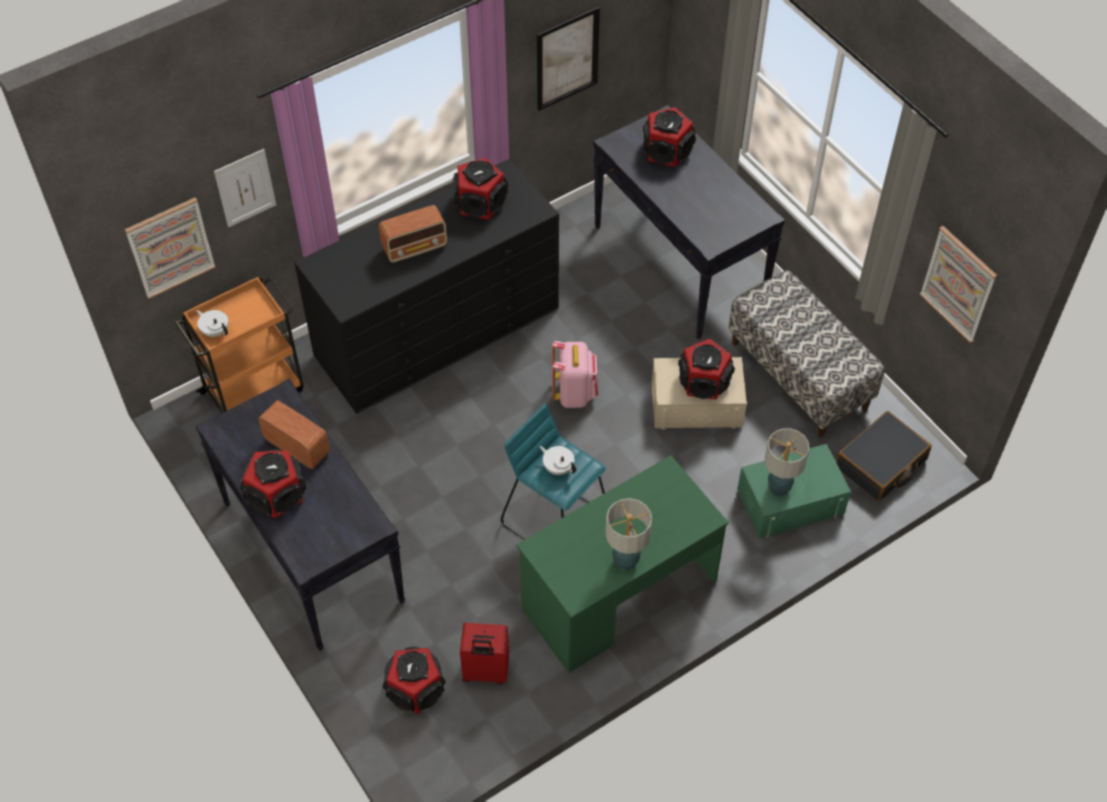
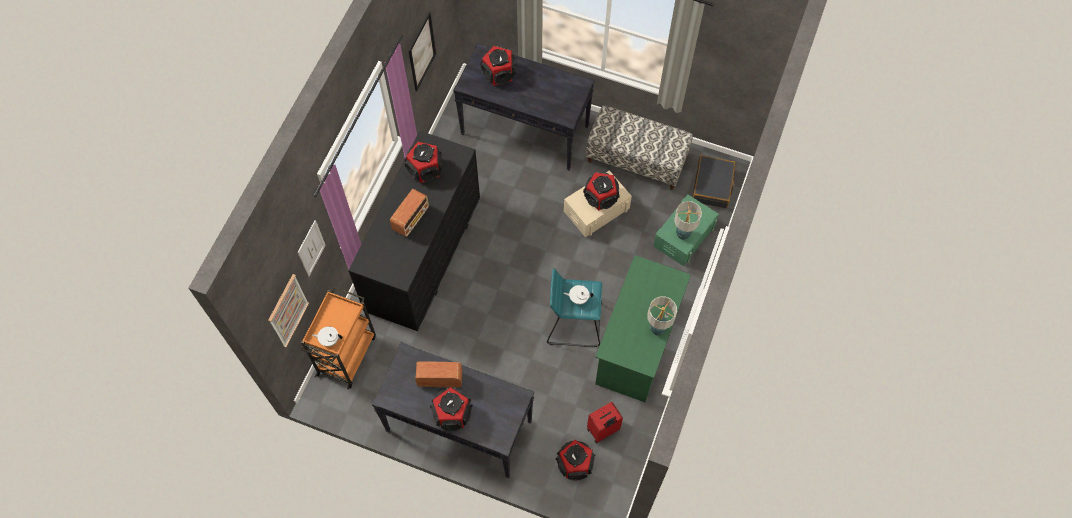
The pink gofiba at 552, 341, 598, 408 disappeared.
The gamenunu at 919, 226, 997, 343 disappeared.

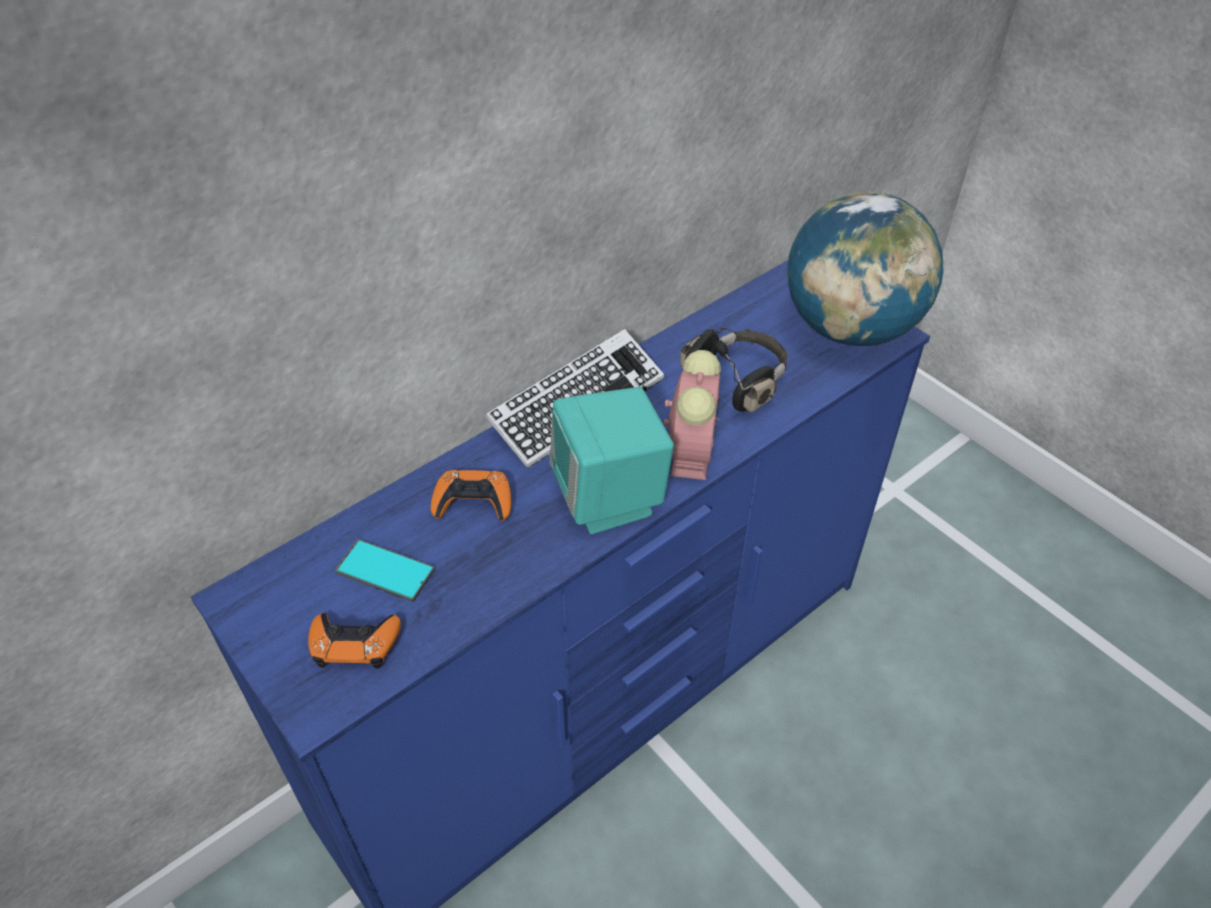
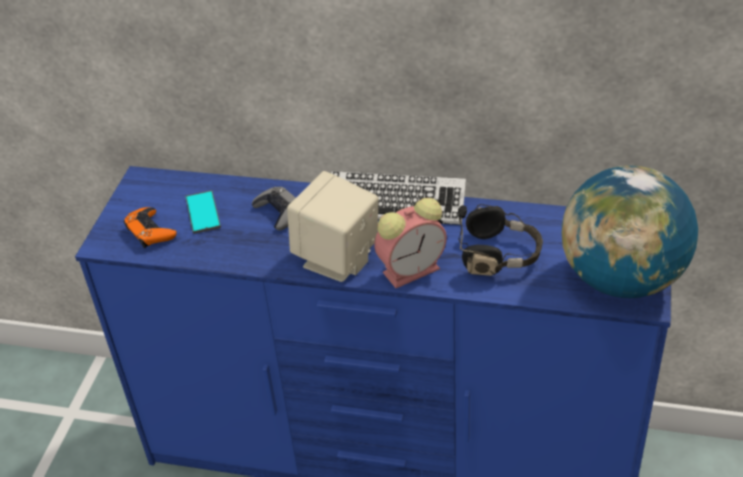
The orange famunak at 431, 470, 511, 521 became the grey famunak at 252, 187, 295, 231.
The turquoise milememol at 549, 387, 674, 534 became the beige milememol at 287, 171, 378, 282.

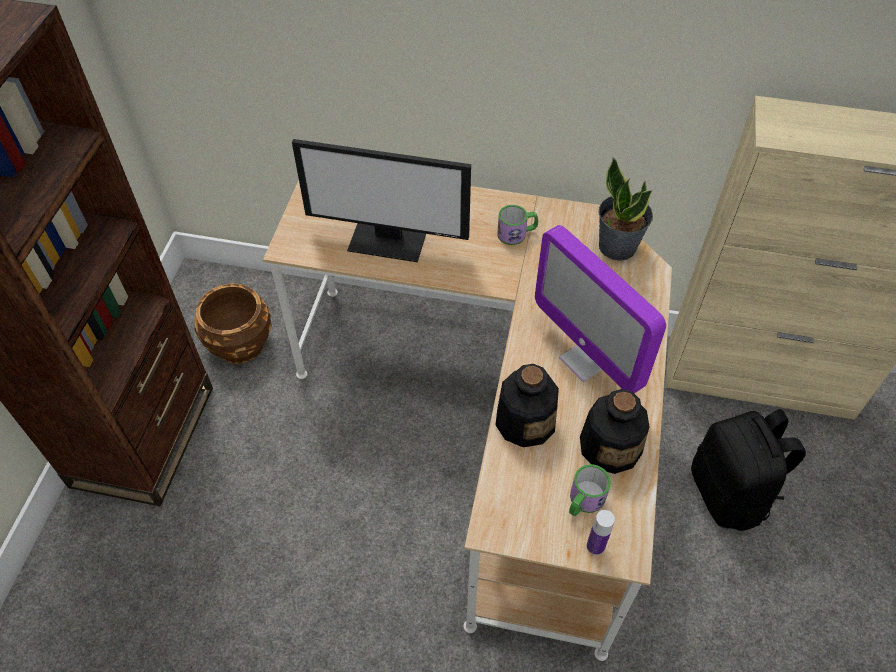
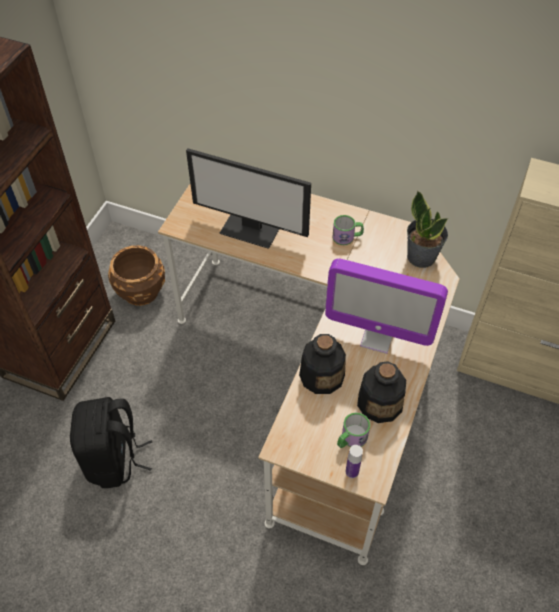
The black gofiba moved from 691, 409, 806, 531 to 70, 397, 152, 488.
The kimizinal at 535, 225, 666, 394 turned 45 degrees counterclockwise.

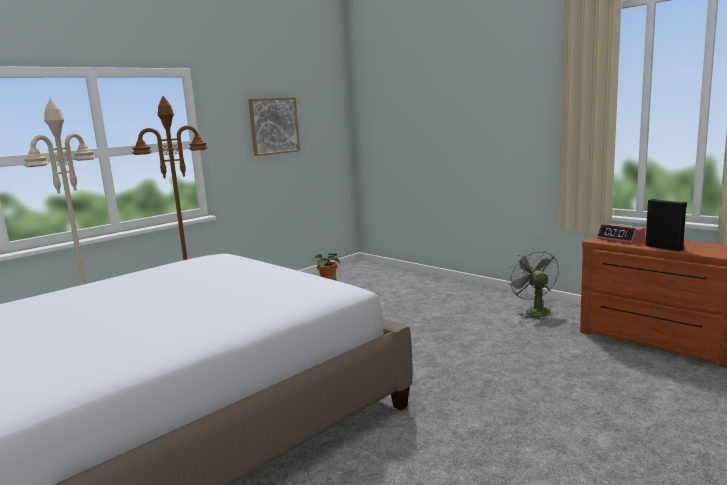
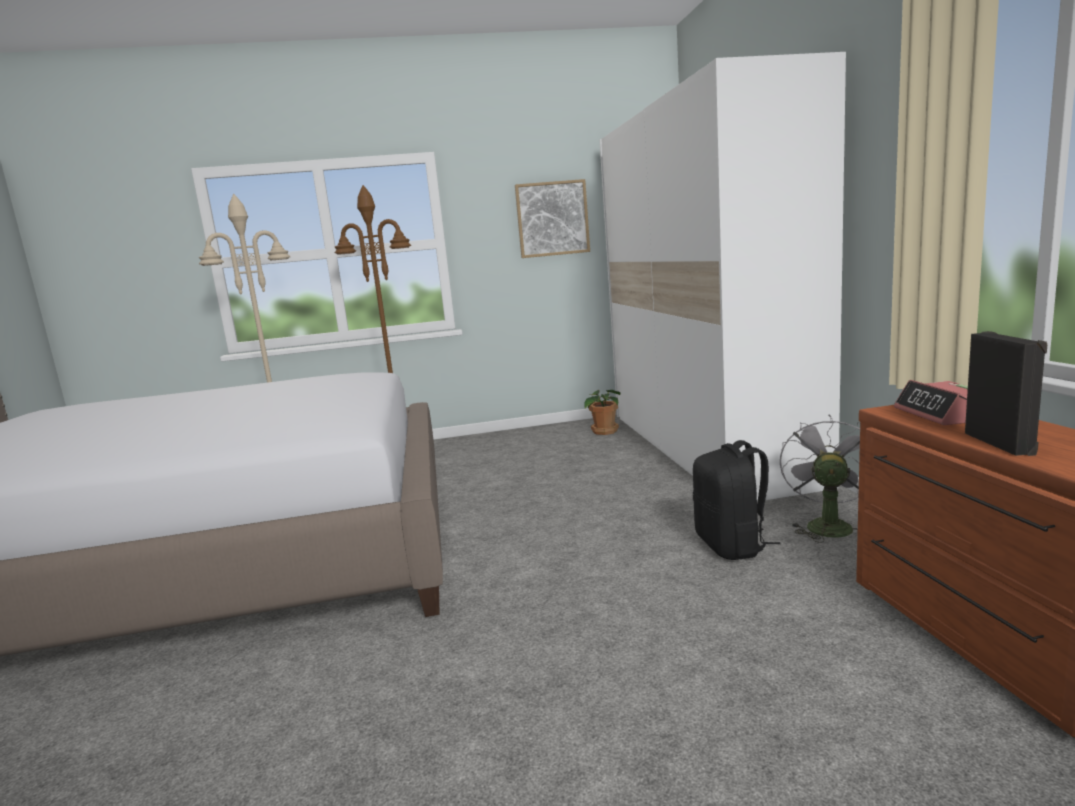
The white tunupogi at 599, 52, 846, 501 appeared.
The black gofiba at 693, 440, 780, 560 appeared.

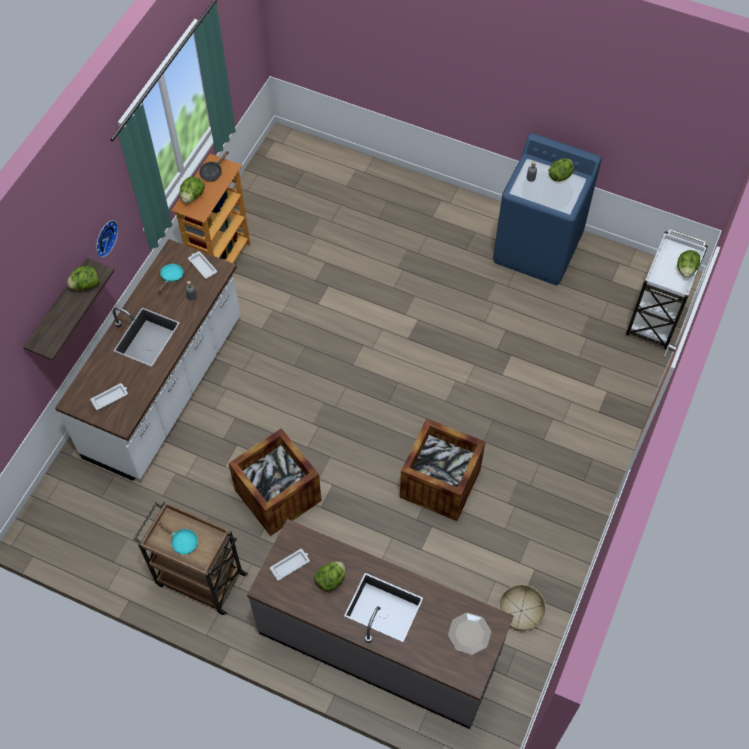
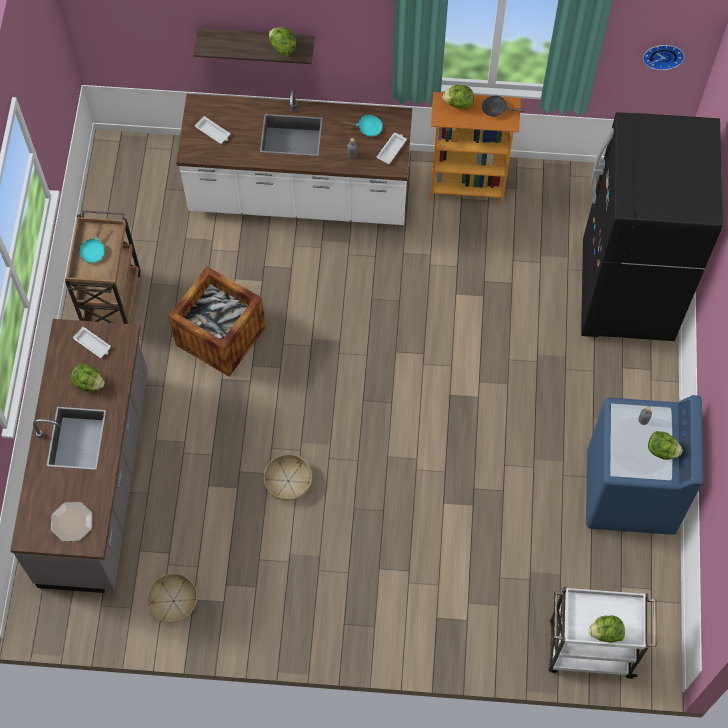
The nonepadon at 400, 418, 486, 521 was replaced by the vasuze at 264, 454, 312, 500.
The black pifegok at 581, 112, 723, 341 appeared.
The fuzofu moved from 96, 220, 118, 257 to 643, 45, 685, 70.

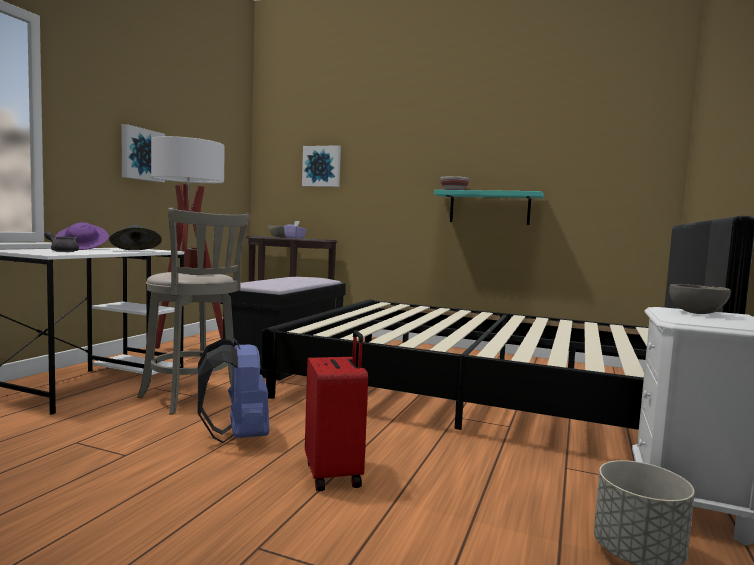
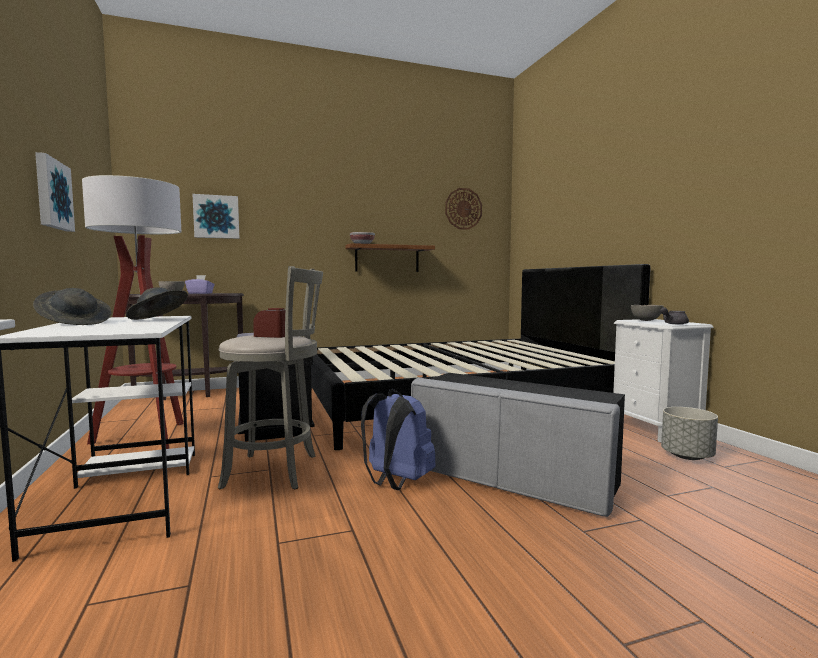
The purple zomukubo at 55, 223, 109, 250 became the grey zomukubo at 33, 288, 111, 325.
The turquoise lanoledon at 434, 190, 544, 225 became the brown lanoledon at 345, 243, 435, 272.
The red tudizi at 305, 330, 368, 491 was replaced by the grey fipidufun at 411, 373, 625, 517.
The fuzofu at 445, 188, 482, 230 appeared.
The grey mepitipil moved from 44, 231, 79, 252 to 660, 307, 689, 325.

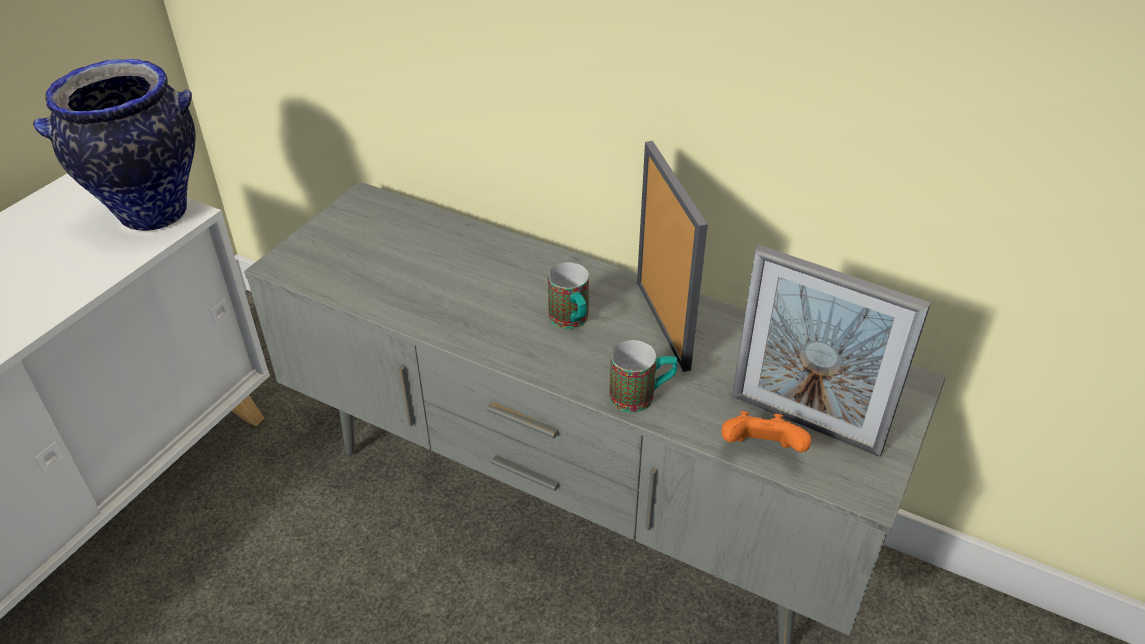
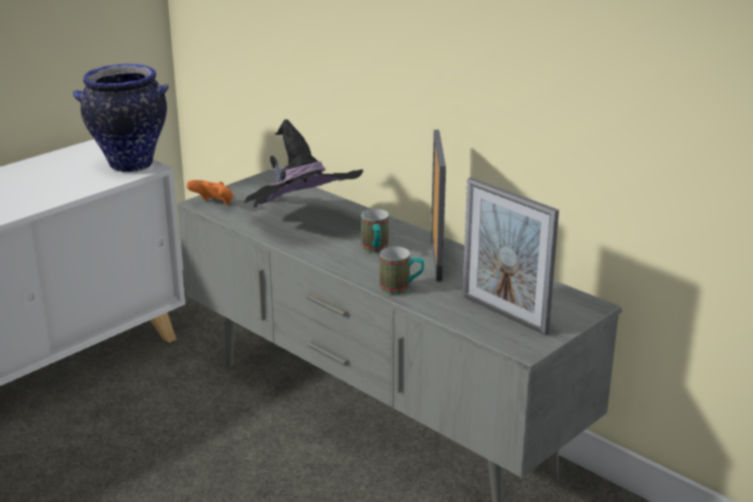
The orange famunak moved from 721, 411, 811, 452 to 186, 180, 233, 204.
The black zomukubo at 244, 120, 363, 207 appeared.

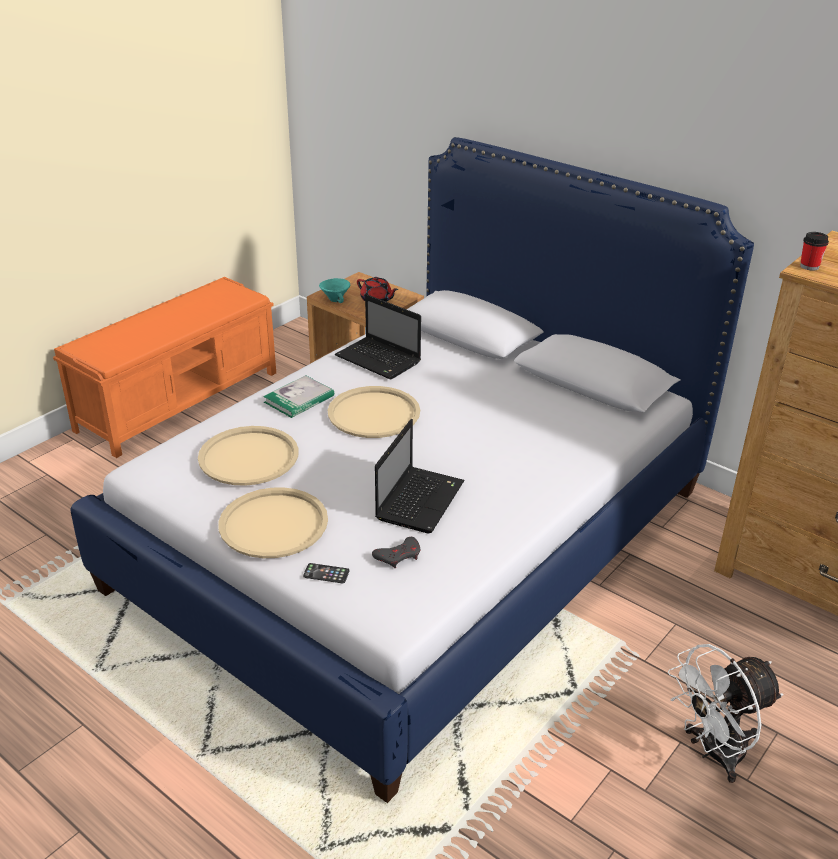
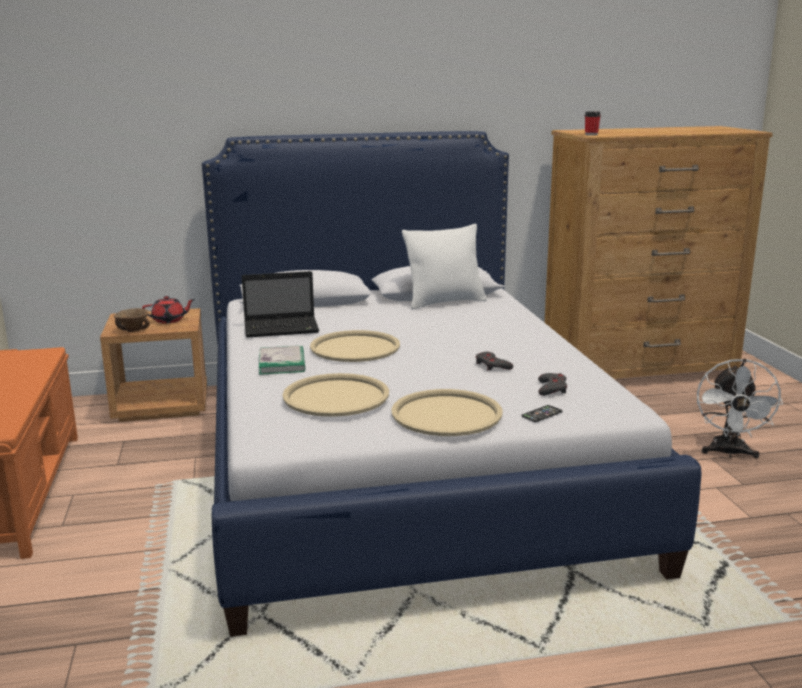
The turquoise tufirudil at 319, 278, 350, 303 became the brown tufirudil at 114, 308, 150, 332.
The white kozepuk at 402, 224, 487, 310 appeared.
The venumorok at 375, 419, 465, 533 was replaced by the grey famunak at 476, 352, 513, 370.

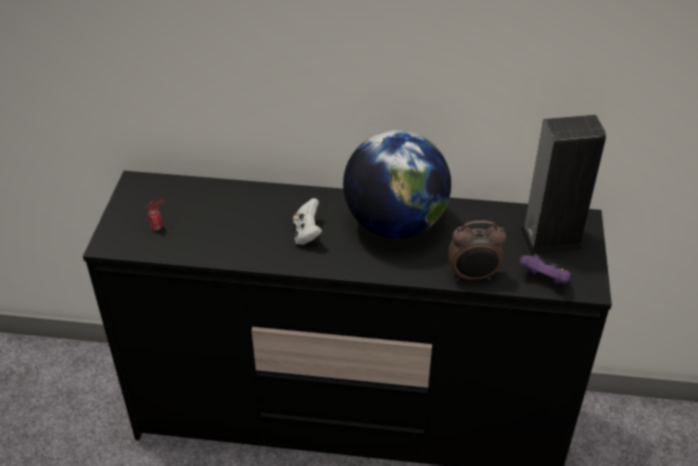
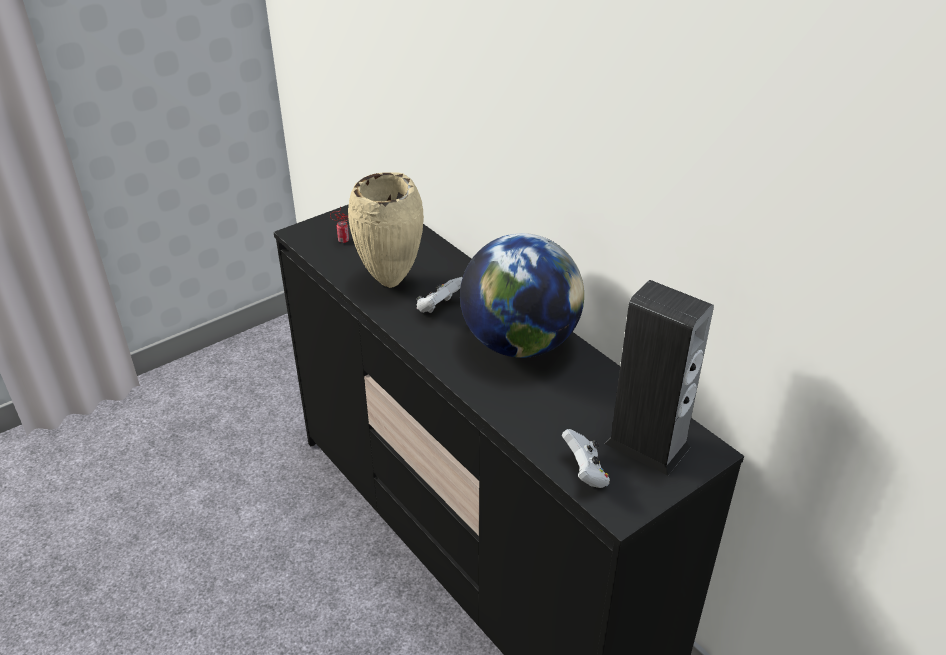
The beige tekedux at 348, 172, 424, 288 appeared.
The purple famunak at 519, 254, 571, 285 became the white famunak at 562, 429, 610, 488.
The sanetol at 448, 221, 506, 281 disappeared.

